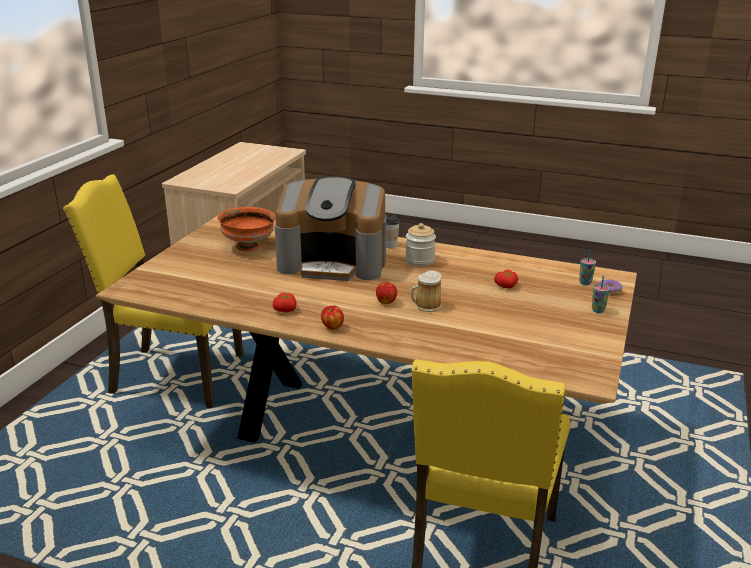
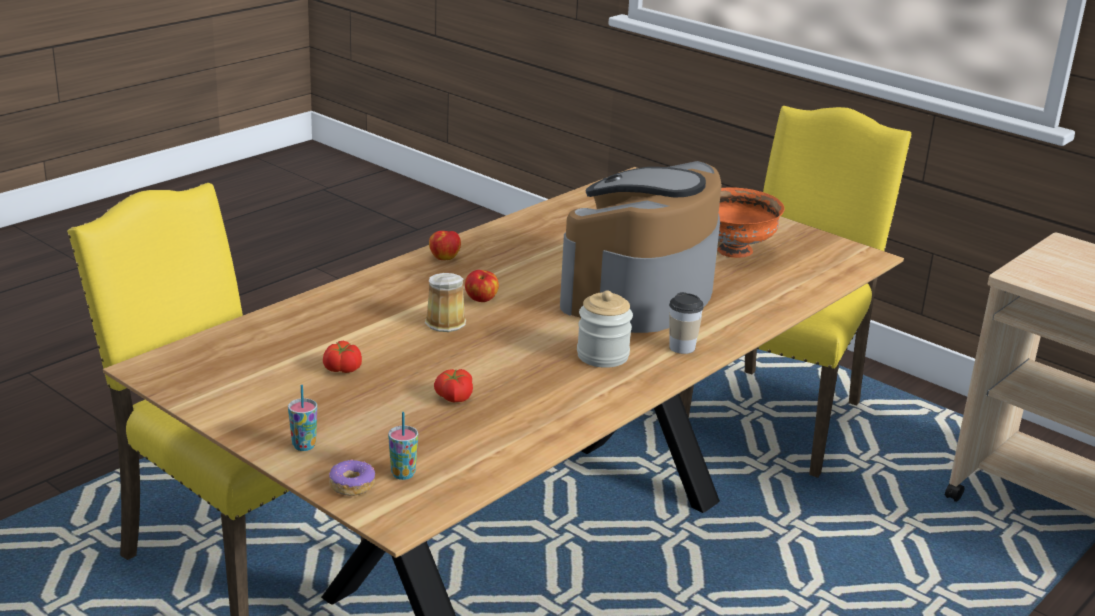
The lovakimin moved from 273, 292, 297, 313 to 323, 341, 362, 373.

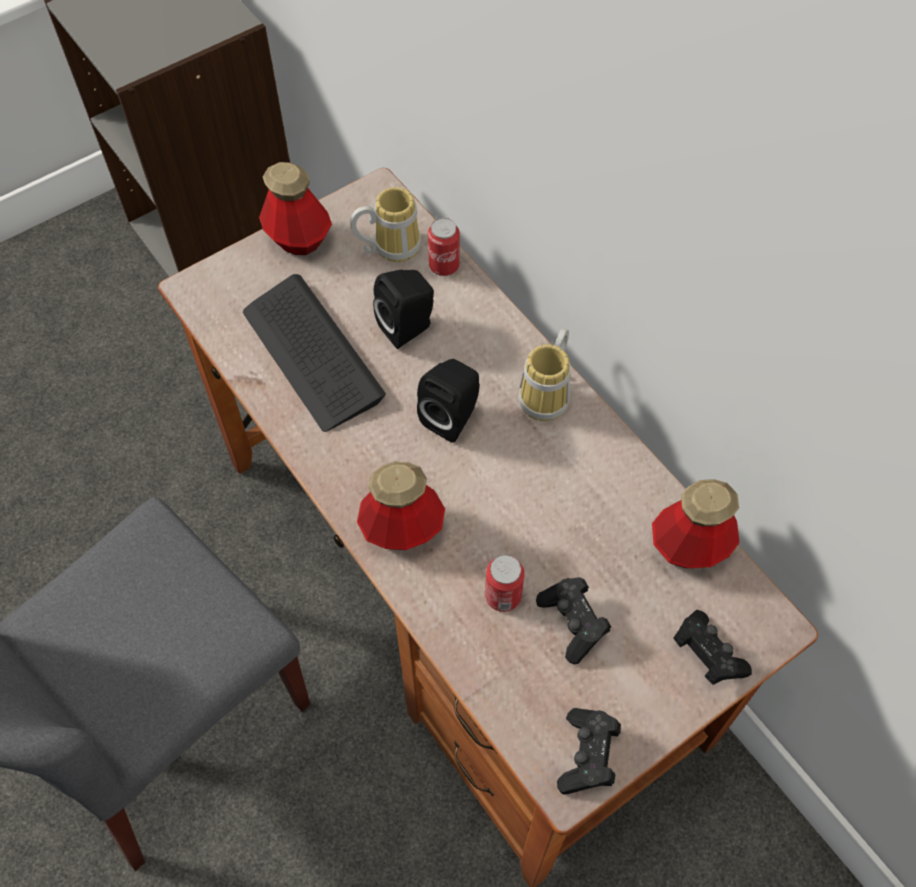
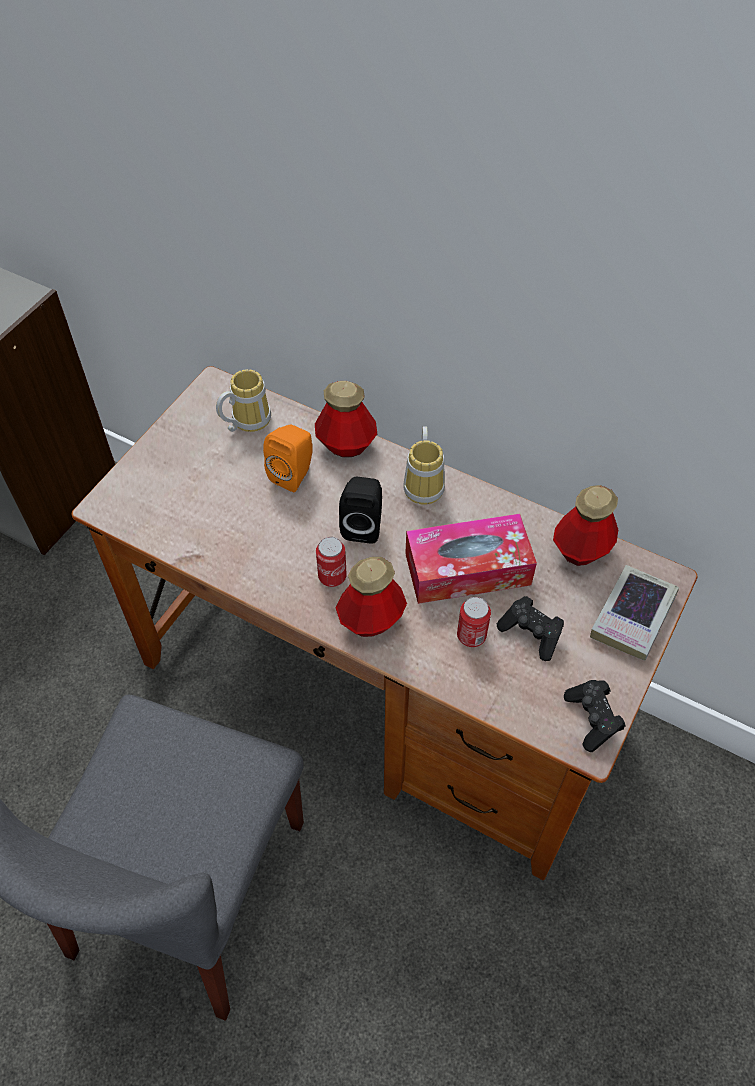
The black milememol at 373, 270, 434, 349 became the orange milememol at 263, 425, 313, 492.
The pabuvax moved from 259, 162, 332, 255 to 315, 381, 377, 457.
The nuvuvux moved from 428, 218, 460, 276 to 316, 537, 347, 587.
The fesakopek at 405, 514, 537, 604 appeared.
The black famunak at 674, 610, 752, 685 was replaced by the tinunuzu at 590, 565, 679, 661.
The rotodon at 243, 274, 386, 432 disappeared.

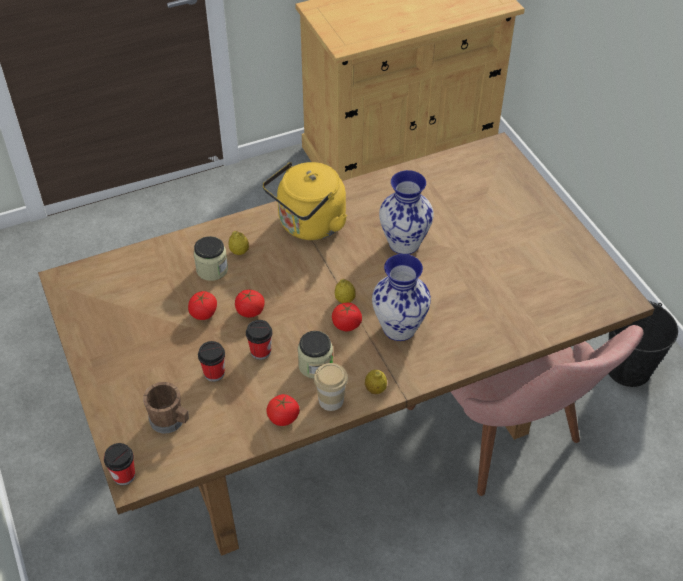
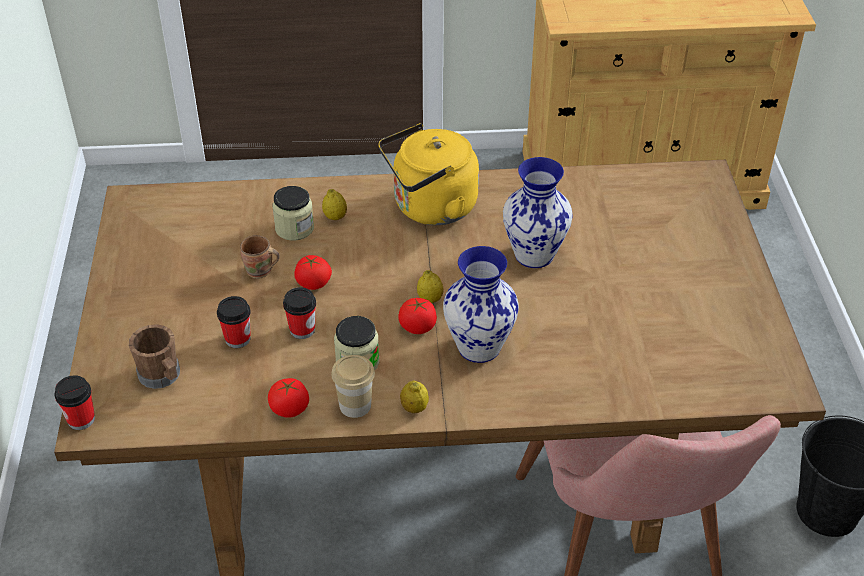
The lovakimin at 188, 291, 217, 320 was replaced by the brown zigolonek at 240, 235, 280, 279.

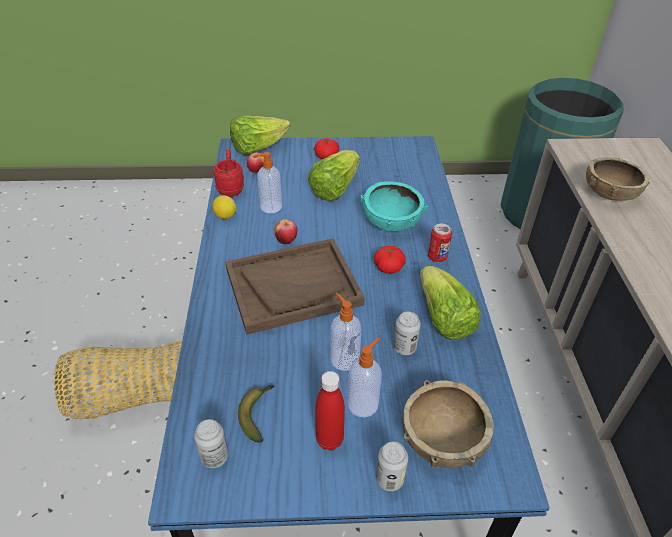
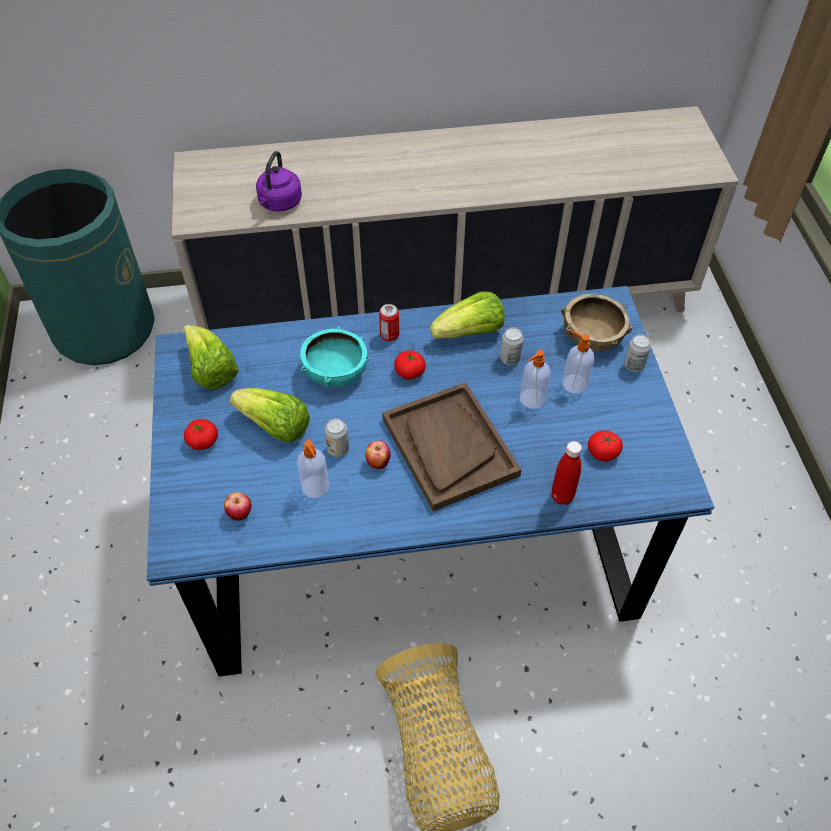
The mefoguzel moved from 230, 115, 290, 155 to 183, 325, 239, 390.
The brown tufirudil at 586, 157, 650, 201 was replaced by the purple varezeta at 256, 151, 302, 212.
The nuvuvux moved from 194, 419, 228, 468 to 325, 418, 349, 457.
The red pabuvax moved from 315, 371, 345, 450 to 551, 441, 582, 505.
The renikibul at 238, 385, 275, 443 was replaced by the lovakimin at 588, 431, 623, 462.
The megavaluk at 212, 195, 236, 219 disappeared.
The red zigolonek at 213, 149, 244, 197 disappeared.

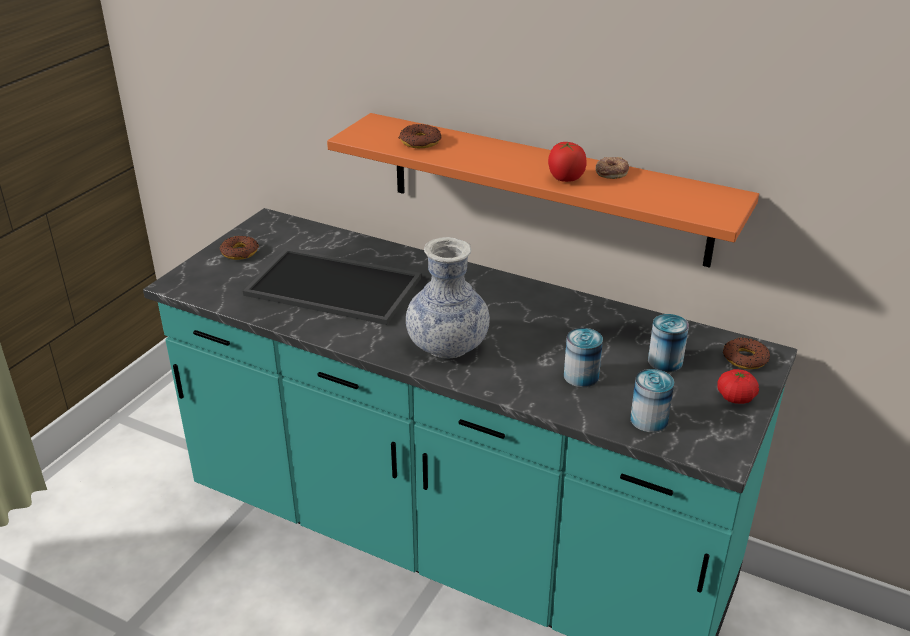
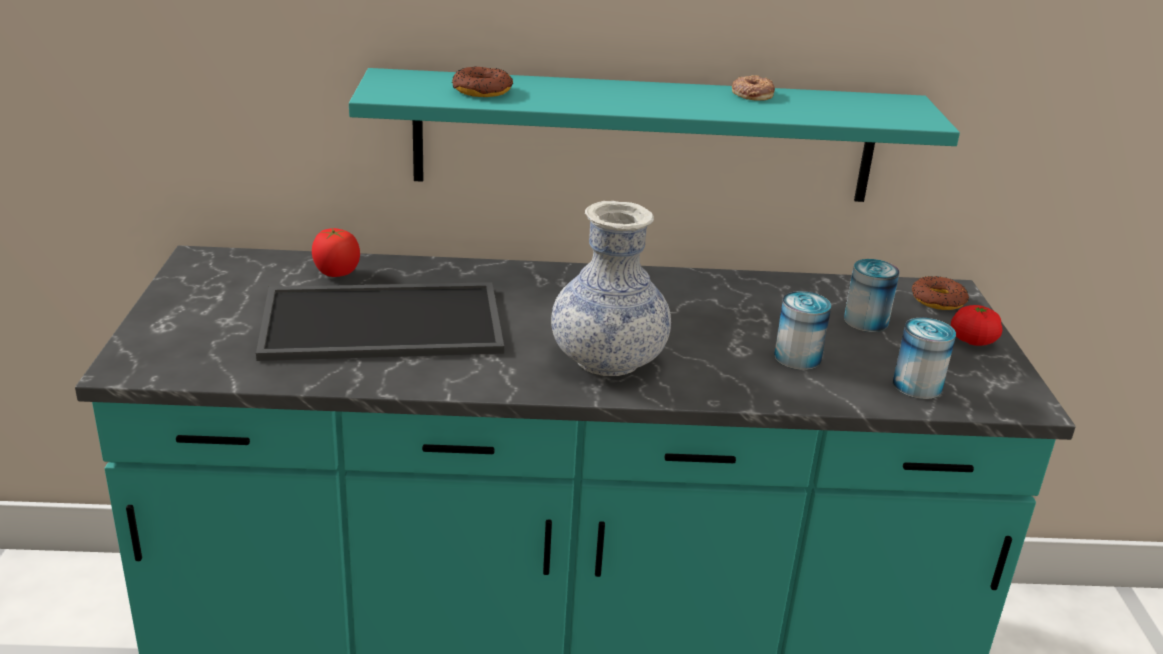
The lovakimin moved from 548, 142, 587, 182 to 312, 228, 360, 277.
The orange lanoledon at 327, 113, 759, 268 became the turquoise lanoledon at 349, 68, 960, 202.
The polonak at 220, 236, 259, 260 disappeared.

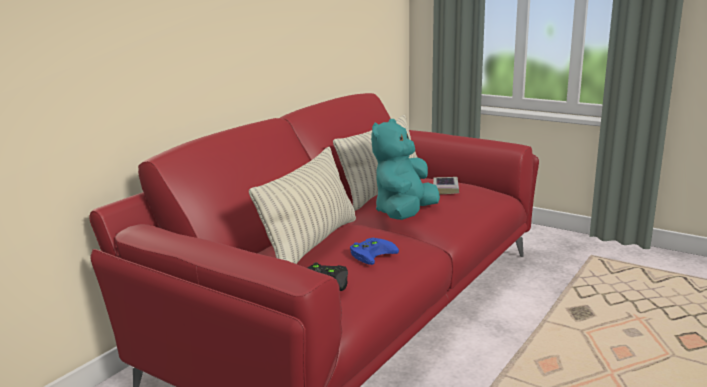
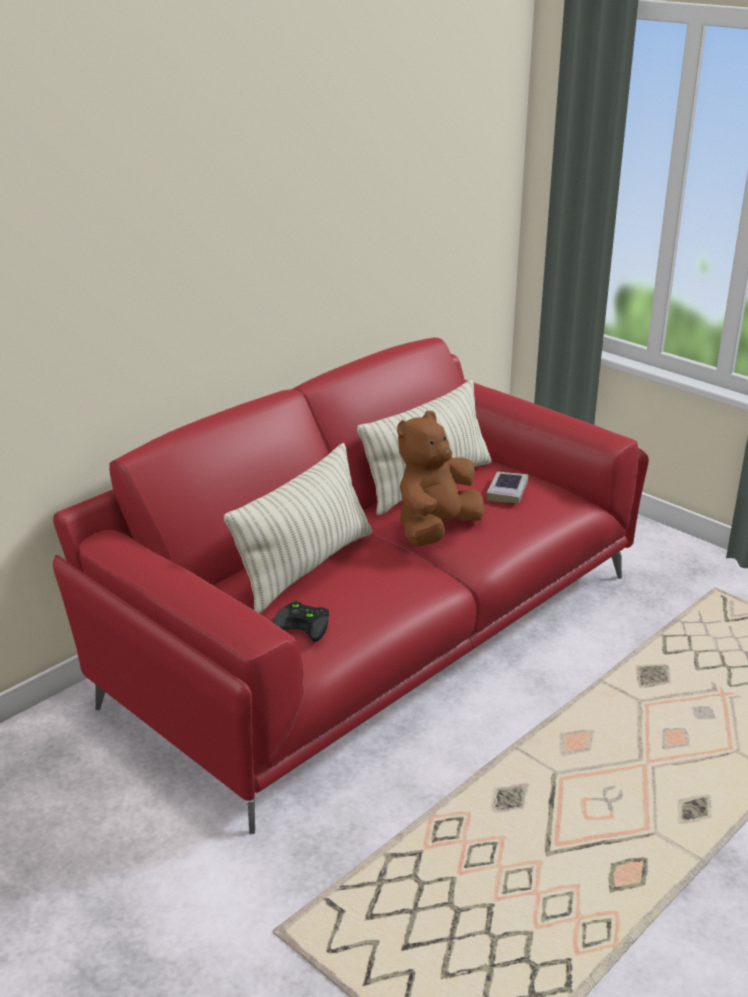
The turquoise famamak at 371, 119, 440, 220 became the brown famamak at 397, 411, 484, 547.
The blue famunak at 350, 238, 399, 265 disappeared.

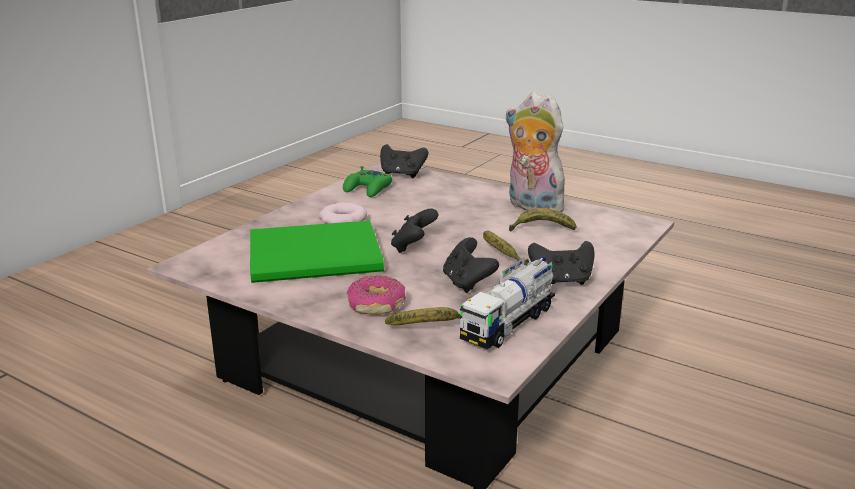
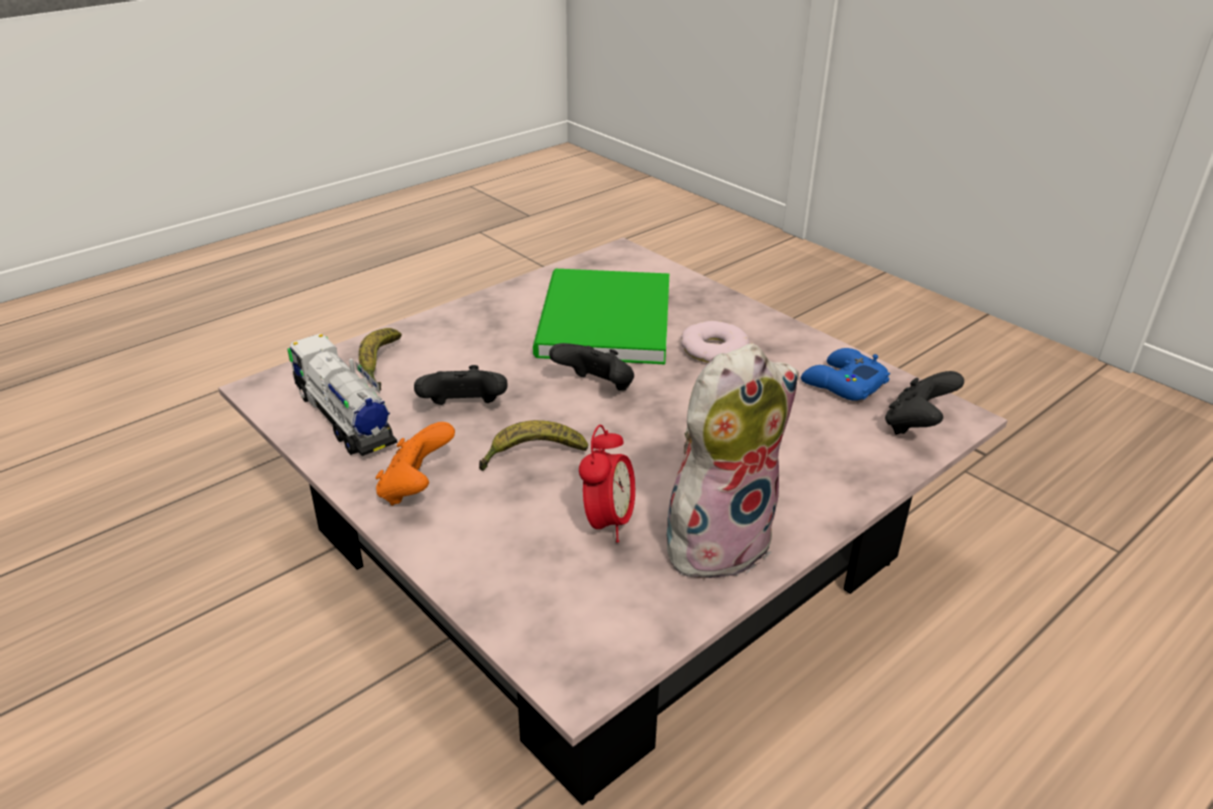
The black famunak at 528, 241, 594, 285 became the orange famunak at 375, 422, 455, 506.
The renikibul at 509, 208, 577, 232 was replaced by the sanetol at 579, 425, 635, 543.
The green famunak at 343, 166, 392, 197 became the blue famunak at 801, 348, 890, 401.
The polonak at 347, 275, 406, 315 disappeared.

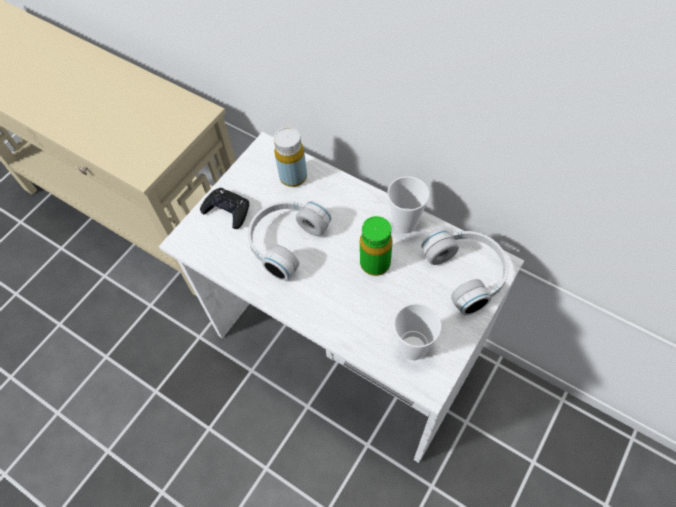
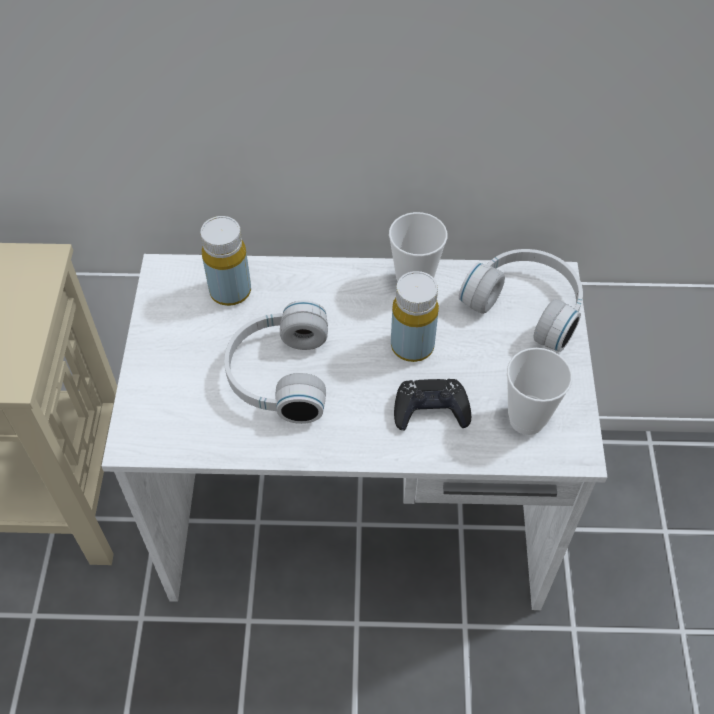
The green pabuvax at 360, 216, 392, 276 became the yellow pabuvax at 391, 271, 439, 362.
The black famunak moved from 200, 188, 249, 229 to 394, 379, 471, 430.

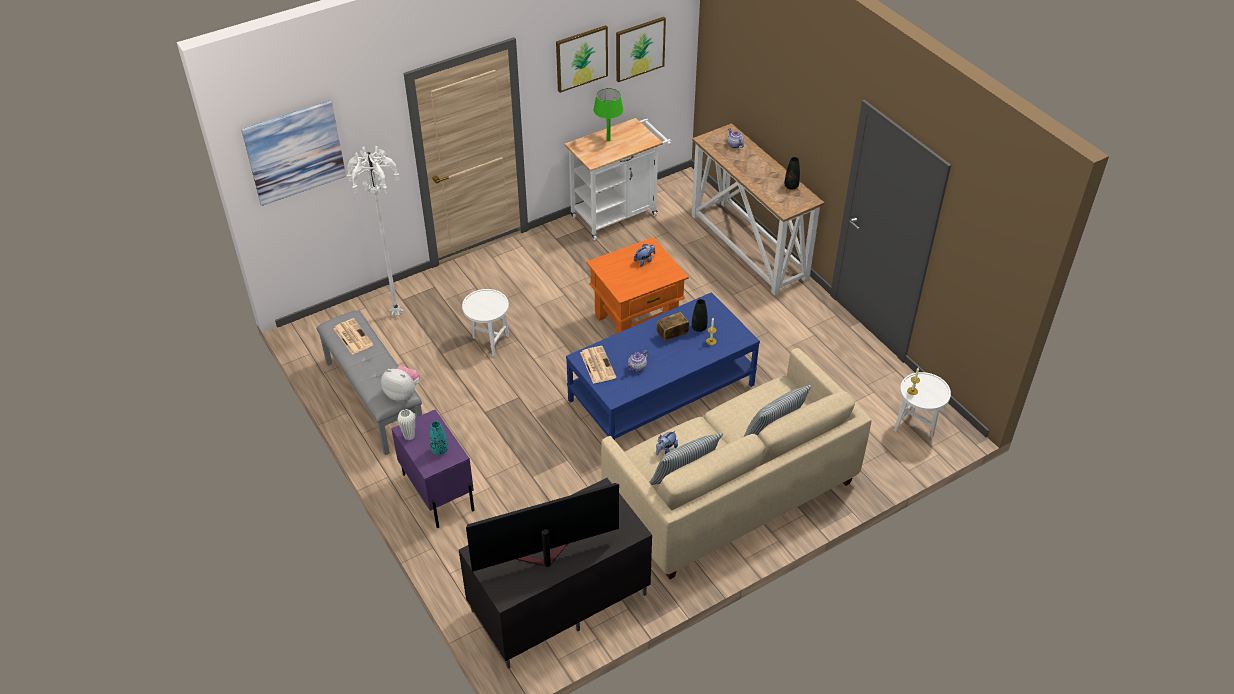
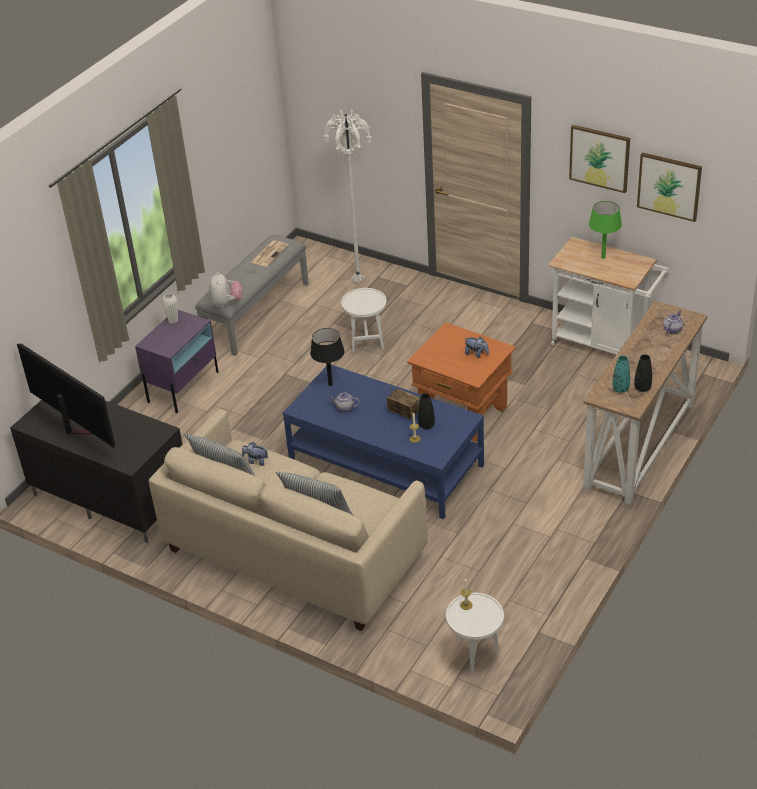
The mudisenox at 580, 346, 616, 384 was replaced by the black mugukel at 310, 328, 345, 386.
The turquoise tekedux moved from 430, 421, 448, 455 to 612, 355, 630, 393.
The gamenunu at 241, 100, 346, 206 disappeared.

